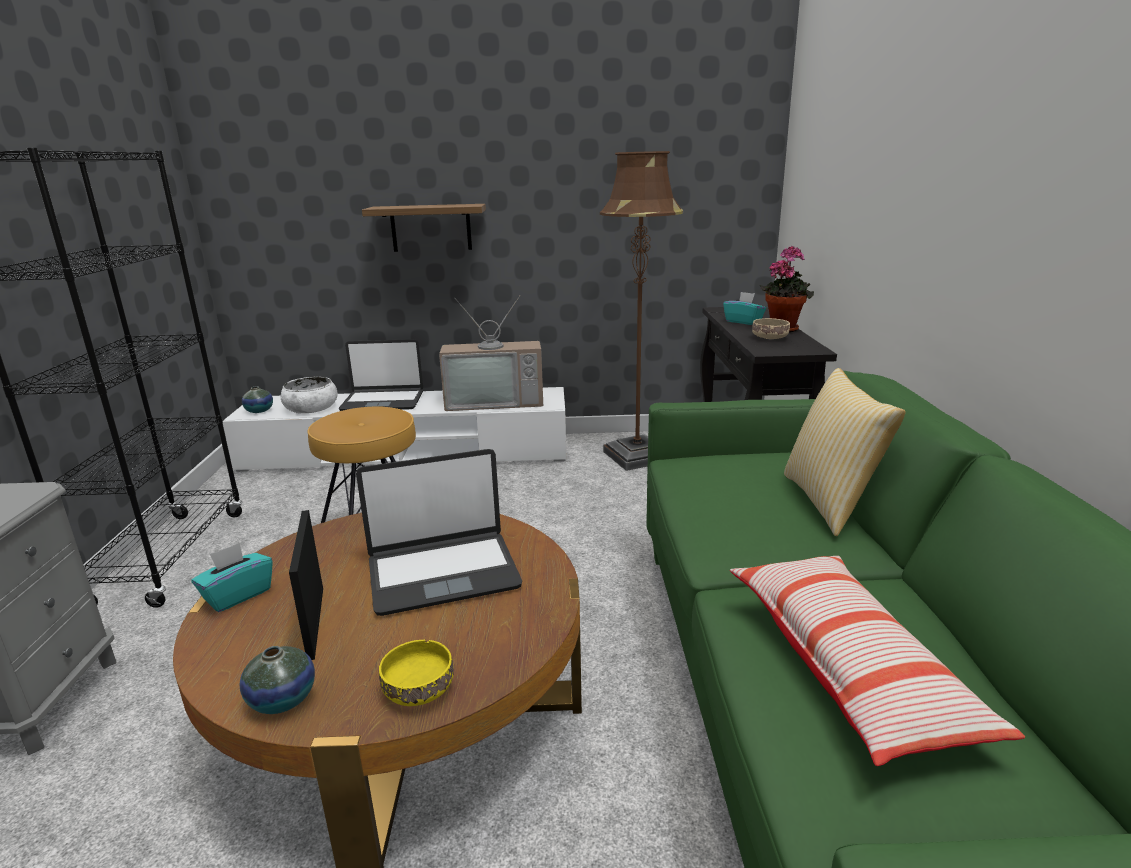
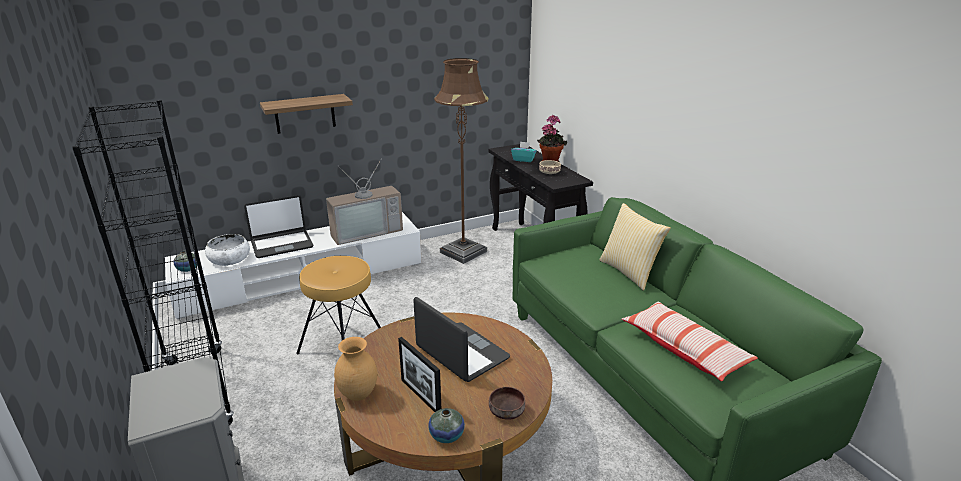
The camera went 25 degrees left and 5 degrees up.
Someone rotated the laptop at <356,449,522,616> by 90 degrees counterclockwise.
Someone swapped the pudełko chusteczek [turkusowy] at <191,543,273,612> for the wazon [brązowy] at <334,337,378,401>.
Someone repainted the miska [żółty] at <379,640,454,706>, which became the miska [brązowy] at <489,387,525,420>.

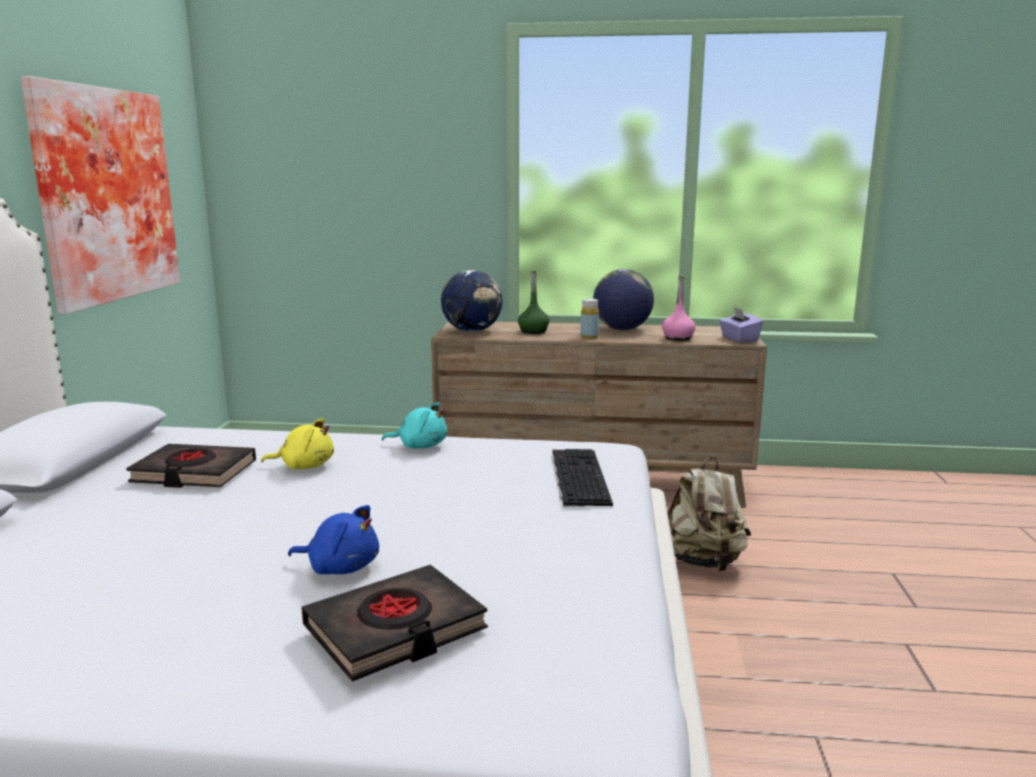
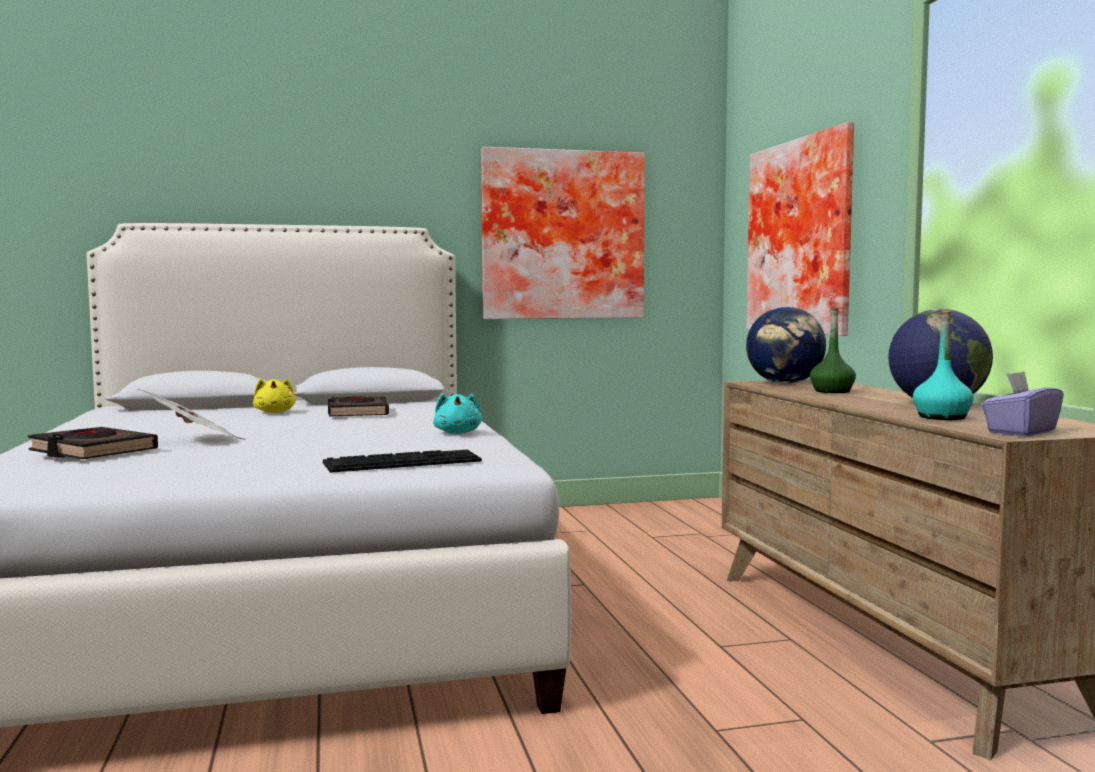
The camera went 70 degrees right and 10 degrees down.
Someone repainted the butelka [różowy] at <662,275,696,341>, which became the butelka [turkusowy] at <913,310,974,420>.
Someone took away the butelka [żółty] at <581,299,599,339>.
Someone carried the pluszak [żółty] from <261,418,334,469> to <253,378,296,413>.
Someone took away the plecak [beżowy] at <668,457,751,571>.
Someone swapped the pluszak [niebieski] at <288,505,379,574> for the gazeta at <137,389,246,440>.
Someone put up the obraz at <746,122,854,336>.

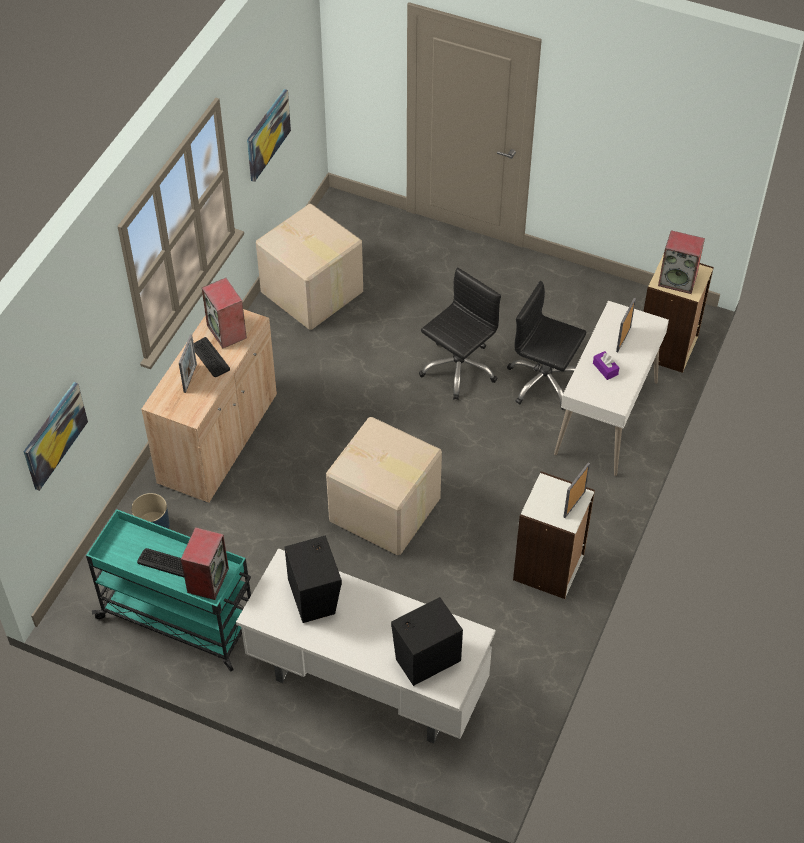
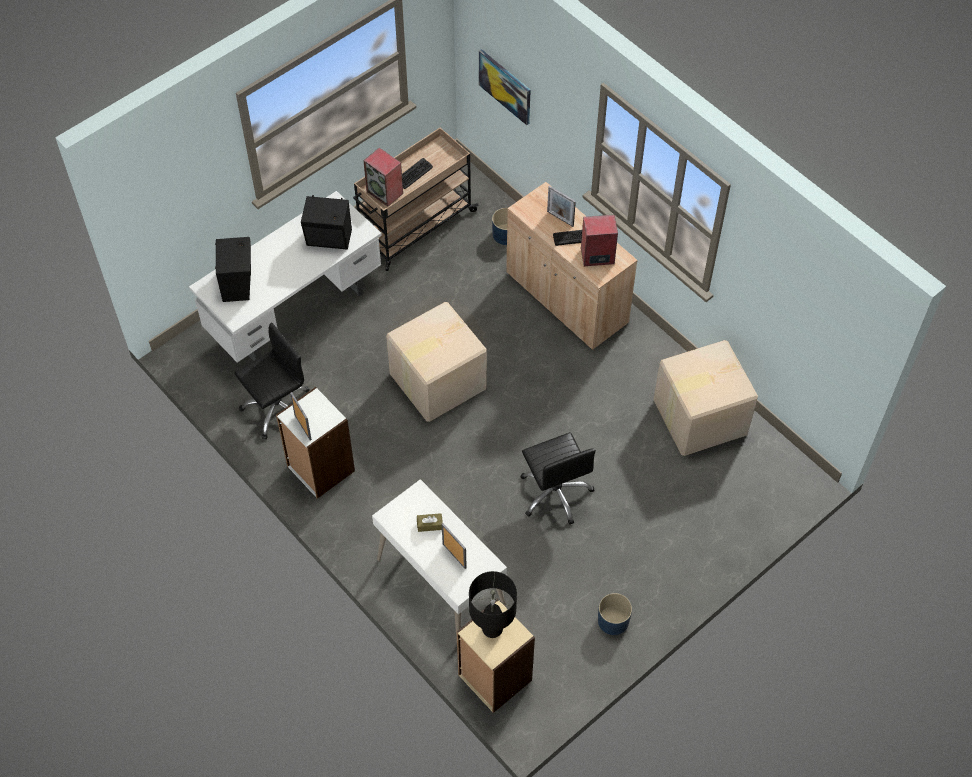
The camera went 115 degrees right and 5 degrees up.
Someone took away the obraz at <247,89,291,182>.
Someone swapped the głośnik at <658,230,705,294> for the lampa stołowa [czarny] at <469,571,517,638>.
Someone carried the krzesło biurowe [czarny] from <507,281,586,410> to <234,322,309,439>.
Someone repainted the pudełko chusteczek [fioletowy] at <593,351,619,380>, which became the pudełko chusteczek [brązowy] at <417,513,443,532>.
Someone repainted the wózek [turkusowy] at <86,509,251,671>, which became the wózek [beżowy] at <353,128,478,271>.
Someone put down the donica [niebieski] at <598,593,632,635>.

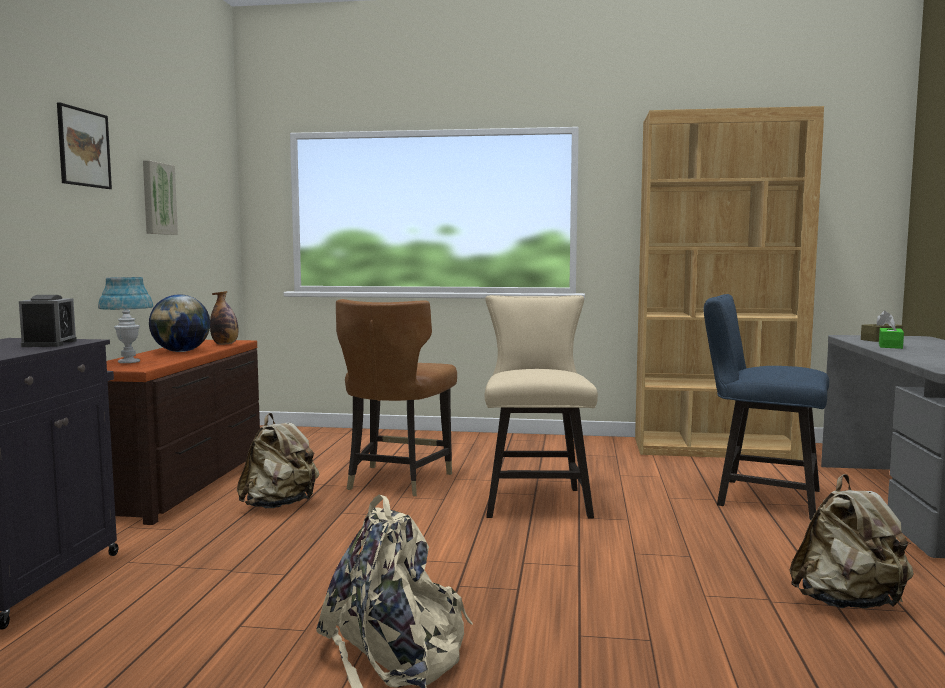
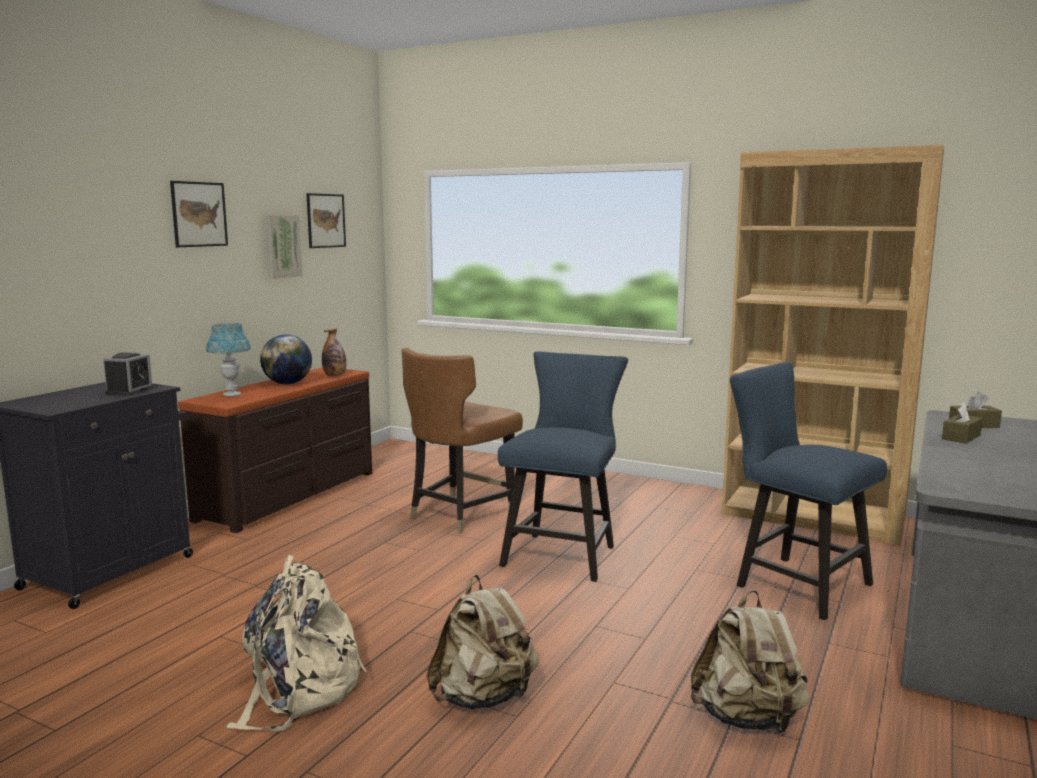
The camera went 20 degrees right and 5 degrees up.
Someone repainted the krzesło [beżowy] at <485,295,598,519>, which became the krzesło [niebieski] at <498,351,628,582>.
Someone repainted the pudełko chusteczek [zielony] at <879,314,904,349>, which became the pudełko chusteczek [brązowy] at <942,402,983,444>.
Someone carried the plecak [beżowy] from <237,413,320,509> to <426,575,538,709>.
Someone put up the obraz at <306,193,346,248>.

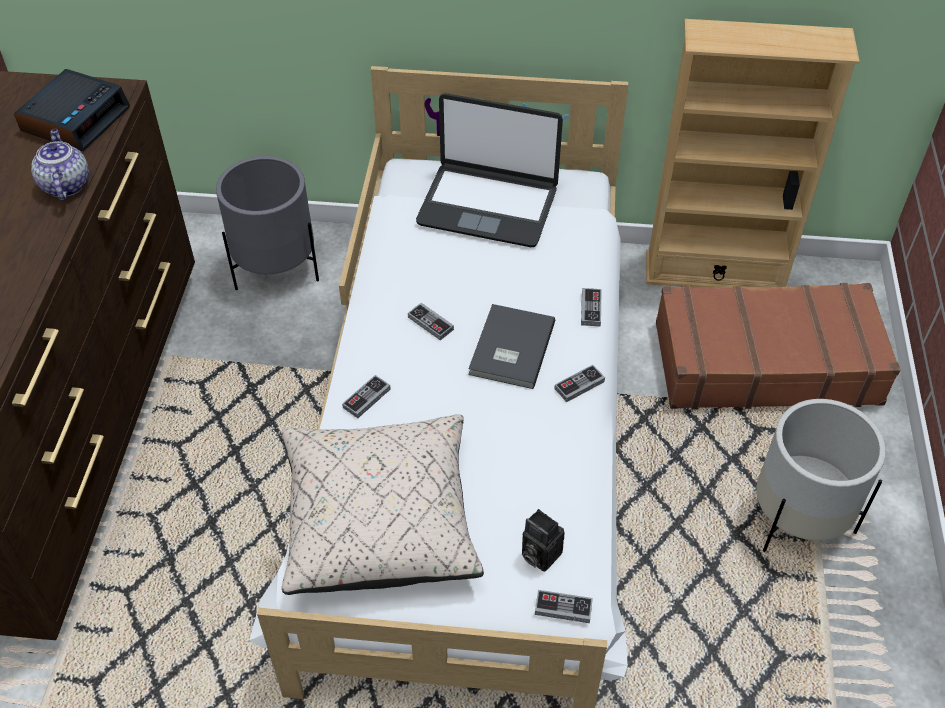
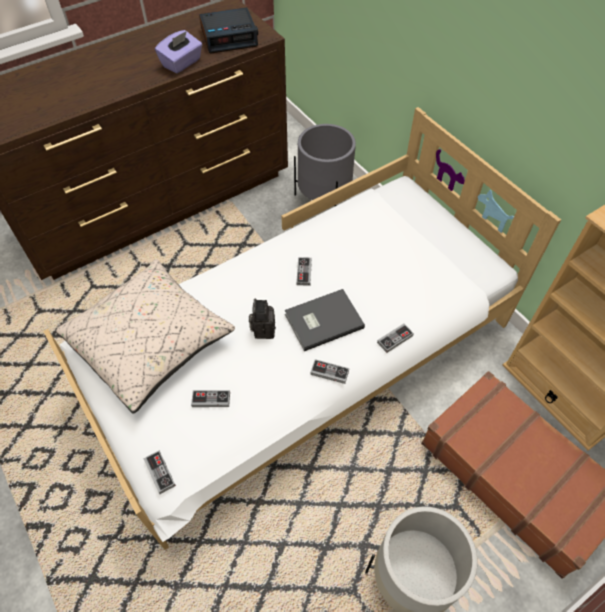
The camera went 50 degrees right and 5 degrees up.
Someone took away the laptop at <416,93,563,247>.
Someone swapped the imbryk at <31,129,89,201> for the pudełko chusteczek [fioletowy] at <155,30,202,73>.
Someone carried the pad do gier from <342,375,391,418> to <191,390,230,407>.
Someone carried the aparat fotograficzny from <522,509,564,572> to <249,299,276,339>.

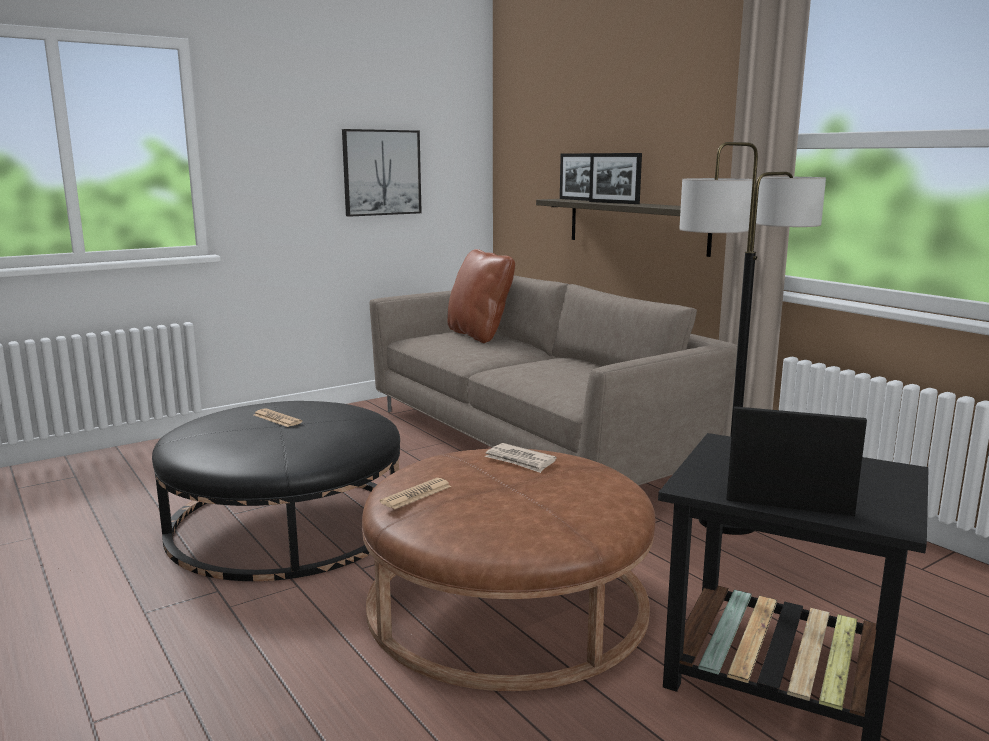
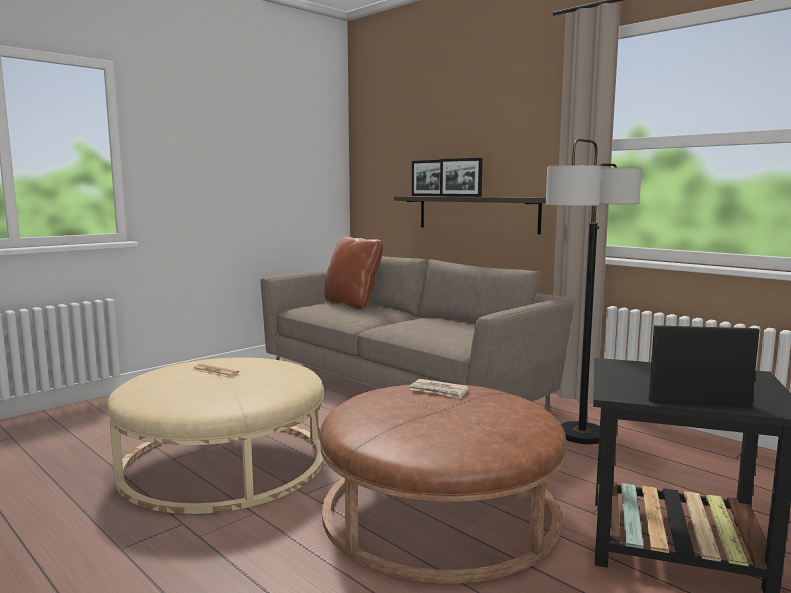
The camera went 10 degrees left and 5 degrees down.
Someone took away the obraz at <342,129,422,217>.
Someone repainted the pufa [czarny] at <152,401,400,581>, which became the pufa [beżowy] at <107,358,324,514>.
Someone took away the gazeta at <380,478,451,509>.

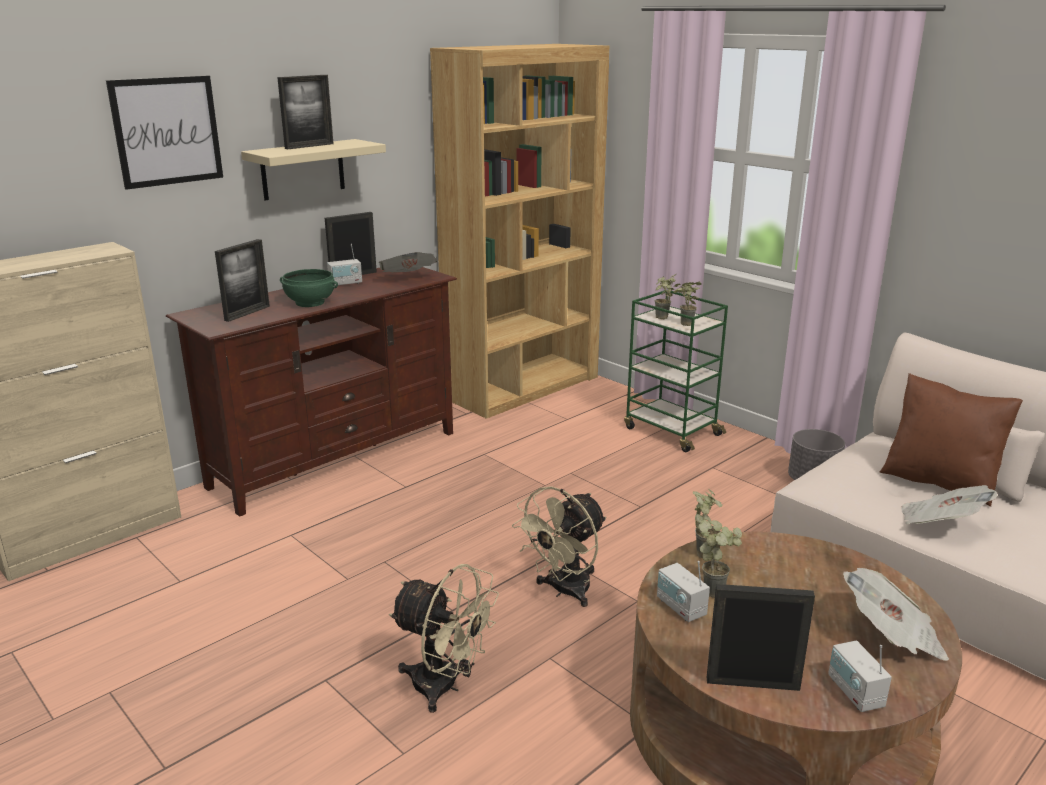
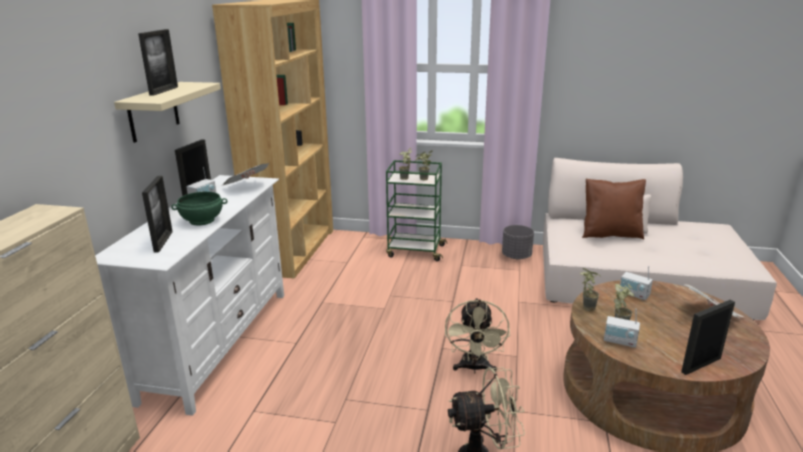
The camera went 35 degrees left and 0 degrees up.
Someone took away the obraz at <106,76,223,190>.
Someone repainted the szafka pod telewizor [brązowy] at <166,267,457,517>, which became the szafka pod telewizor [biały] at <95,175,284,416>.
Someone took away the gazeta at <901,485,997,524>.
Someone carried the radio from <828,641,892,712> to <620,266,653,300>.

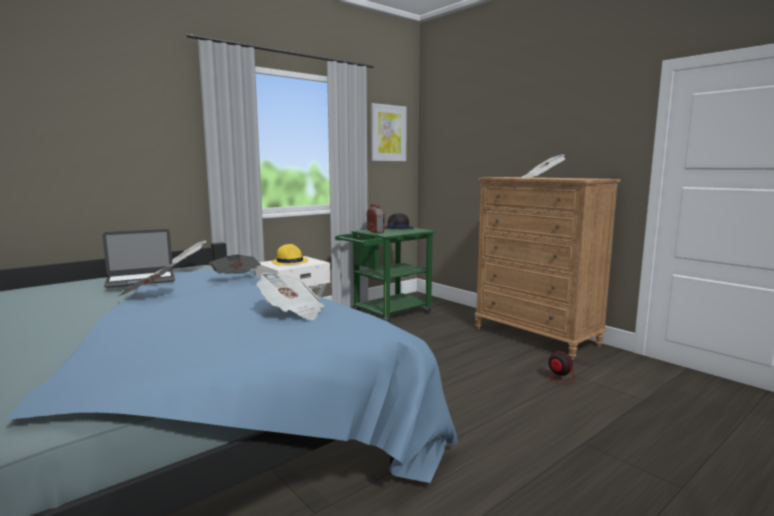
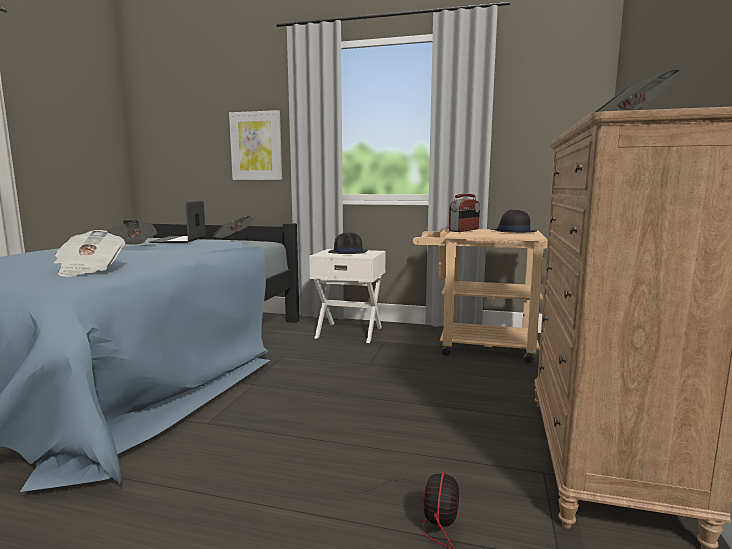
The camera went 55 degrees right and 0 degrees up.
Someone carried the obraz from <371,103,407,161> to <229,110,282,180>.
Someone repainted the wózek [zielony] at <335,228,436,323>, which became the wózek [beżowy] at <413,229,548,363>.
Someone rotated the laptop at <102,229,175,288> by 60 degrees clockwise.
Someone repainted the kapelusz [żółty] at <272,244,308,265>, which became the kapelusz [czarny] at <329,233,368,254>.
Someone took away the gazeta at <209,255,260,274>.

